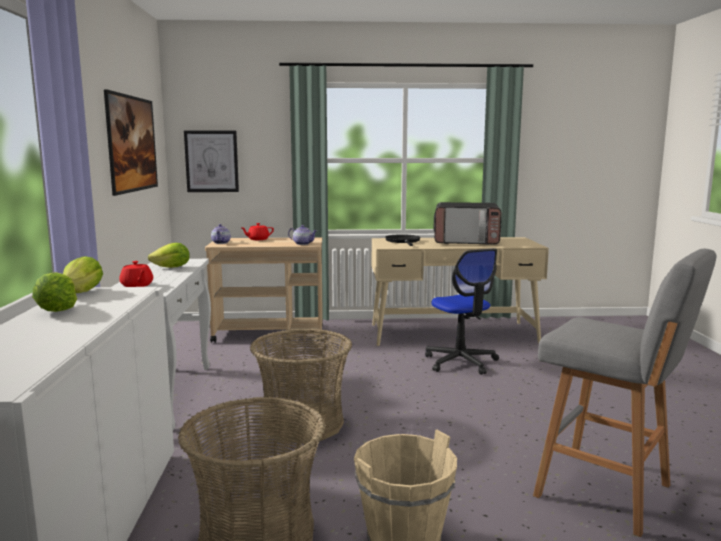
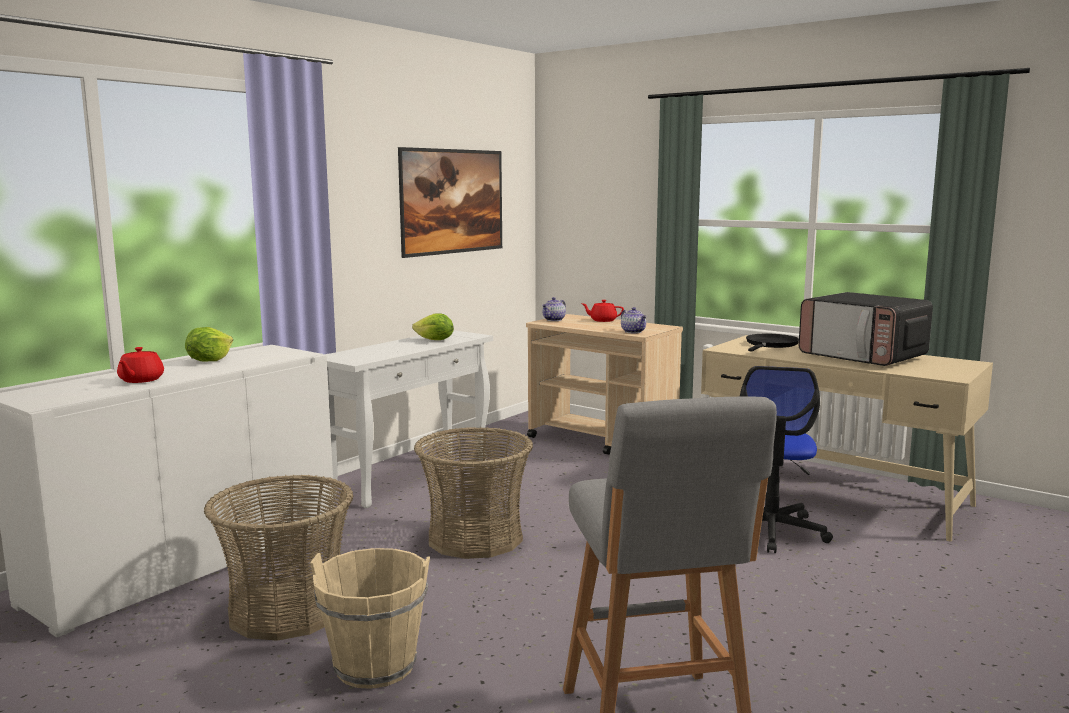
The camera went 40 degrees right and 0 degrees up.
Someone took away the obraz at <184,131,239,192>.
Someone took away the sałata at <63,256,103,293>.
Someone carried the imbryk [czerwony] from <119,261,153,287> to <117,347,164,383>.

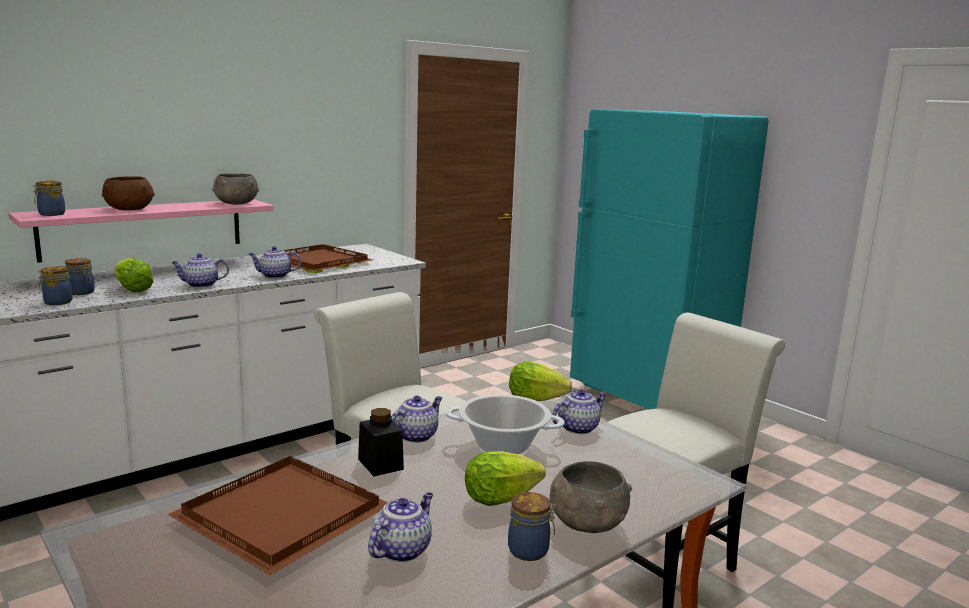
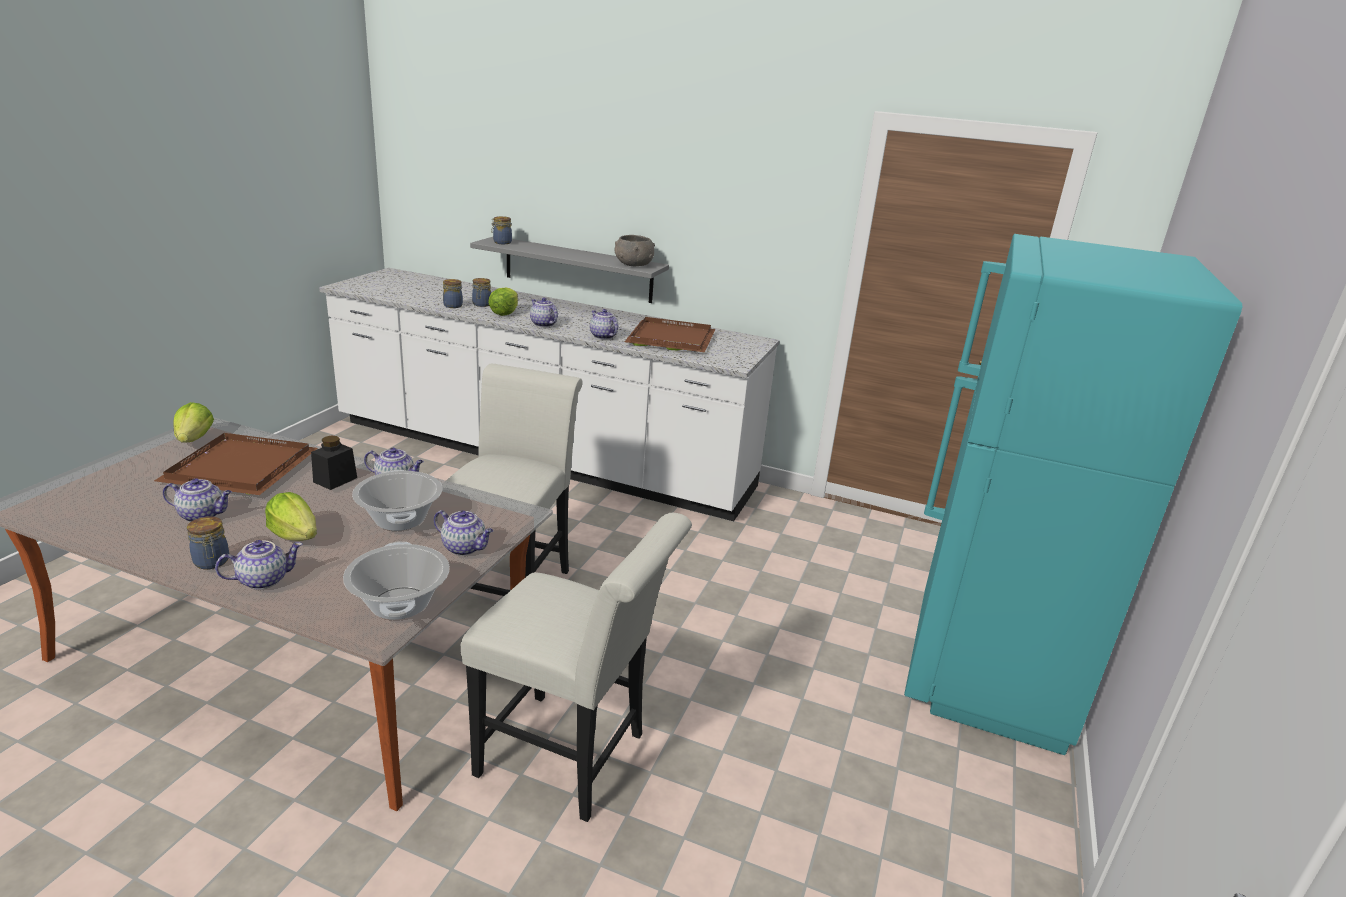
The camera went 60 degrees right and 10 degrees up.
Someone took away the miska [brązowy] at <102,176,155,210>.
Someone repainted the półka [różowy] at <9,199,274,263>, which became the półka [szary] at <470,237,669,303>.
Someone carried the sałata from <509,361,572,401> to <173,402,214,443>.
Someone swapped the miska [szary] at <550,461,632,533> for the imbryk at <215,540,303,590>.
Someone put down the garnek at <343,541,450,620>.

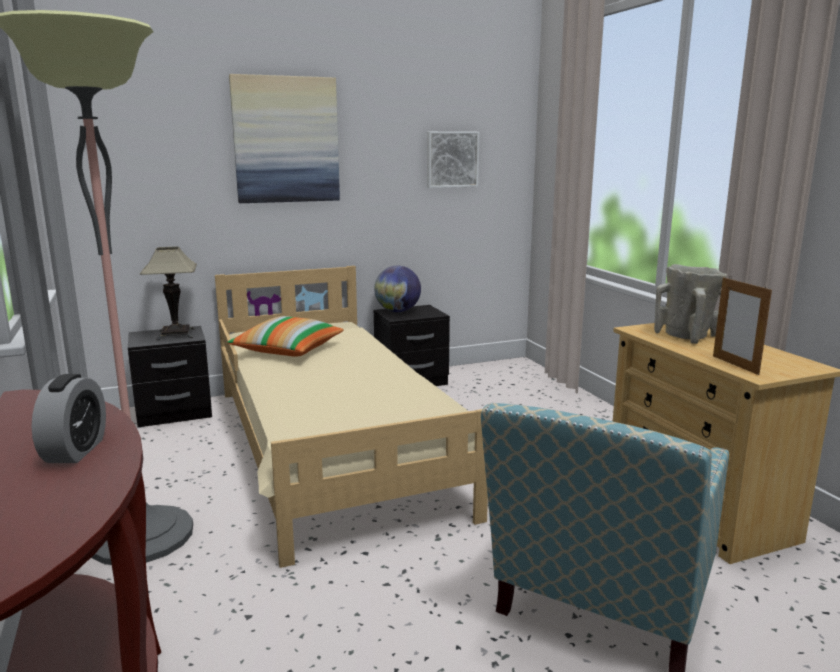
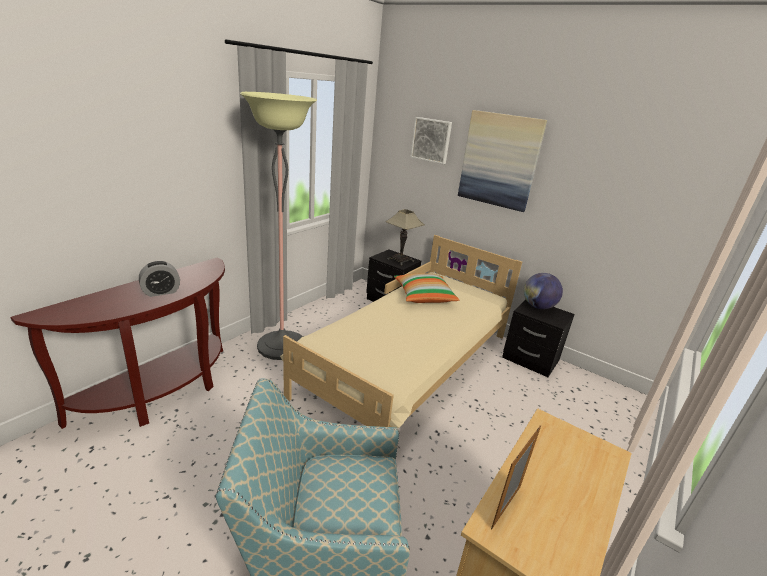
The camera went 55 degrees right and 10 degrees up.
Someone carried the obraz from <427,131,479,188> to <411,117,452,164>.
Someone took away the wazon [beżowy] at <654,264,727,344>.

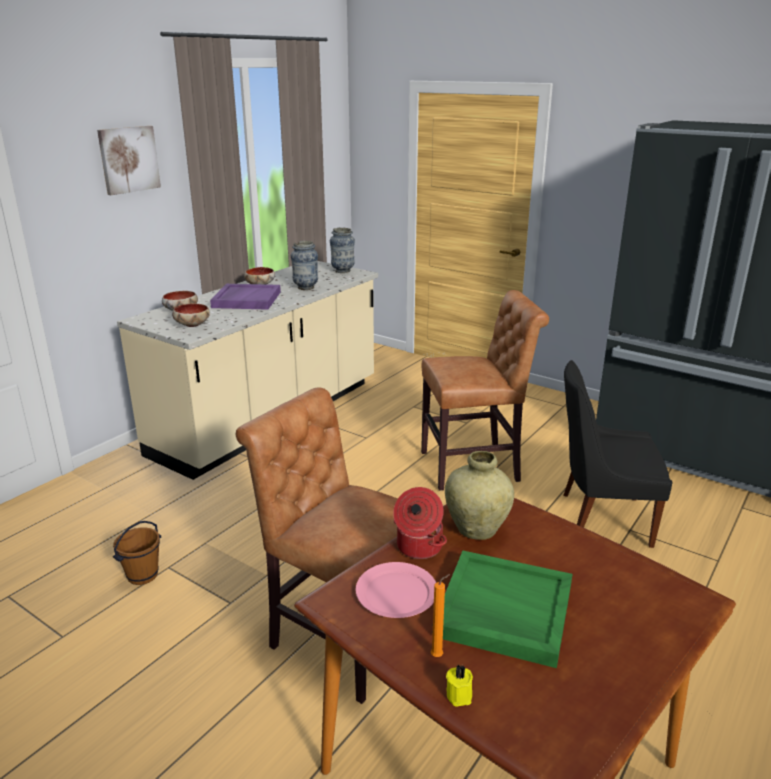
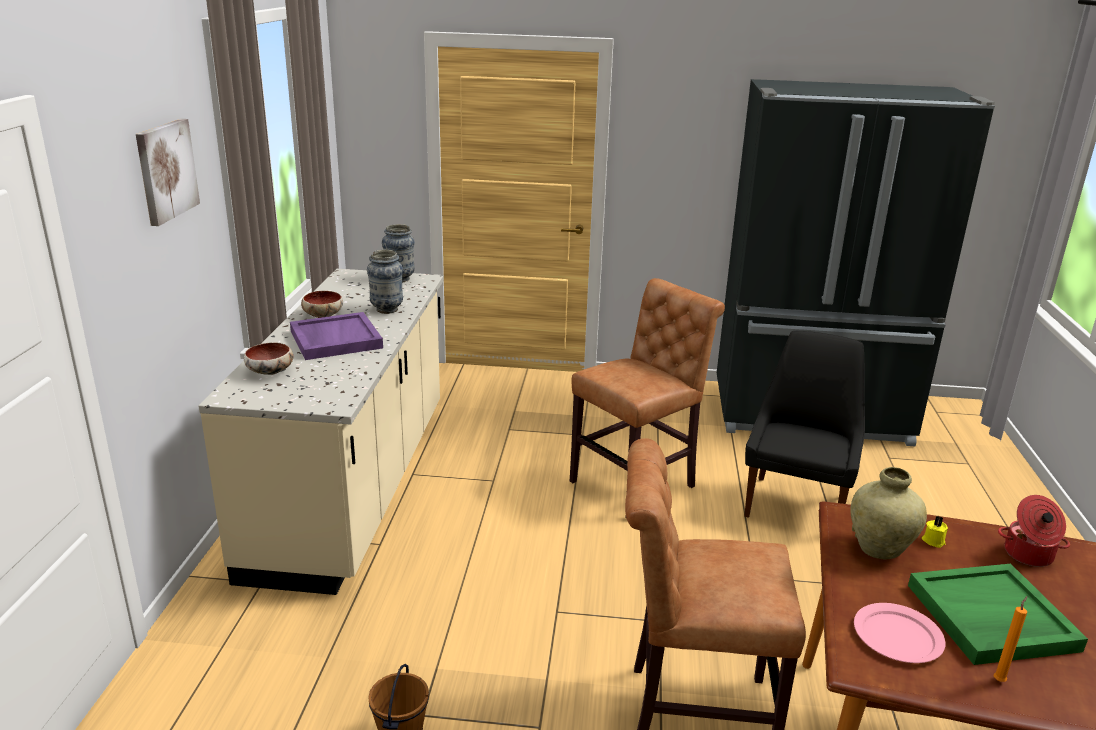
The camera went 30 degrees left and 0 degrees up.
Someone took away the miska at <172,303,210,327>.
Someone rotated the krzesło [czarny] at <563,360,672,548> by 135 degrees clockwise.
Someone carried the garnek from <393,487,447,559> to <998,495,1070,567>.
Someone carried the świeca [żółty] from <446,665,473,707> to <922,516,948,548>.

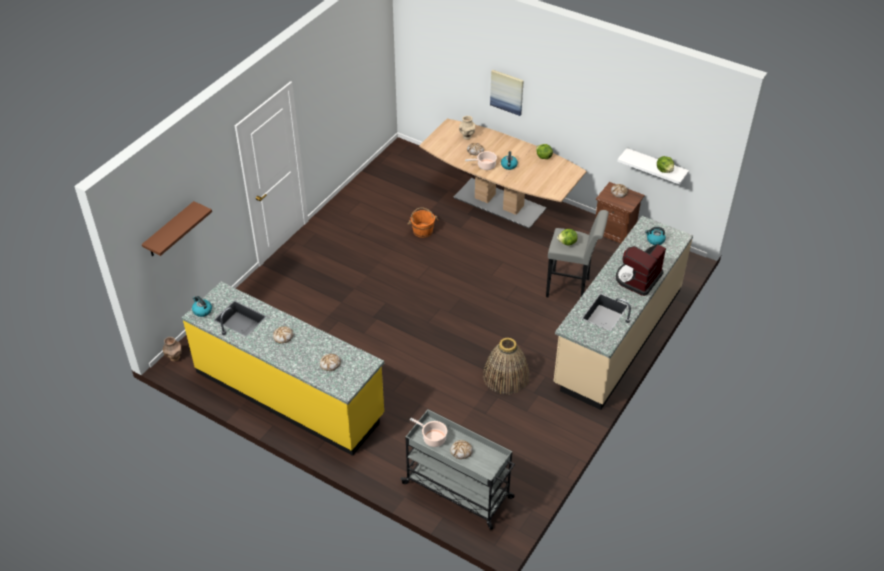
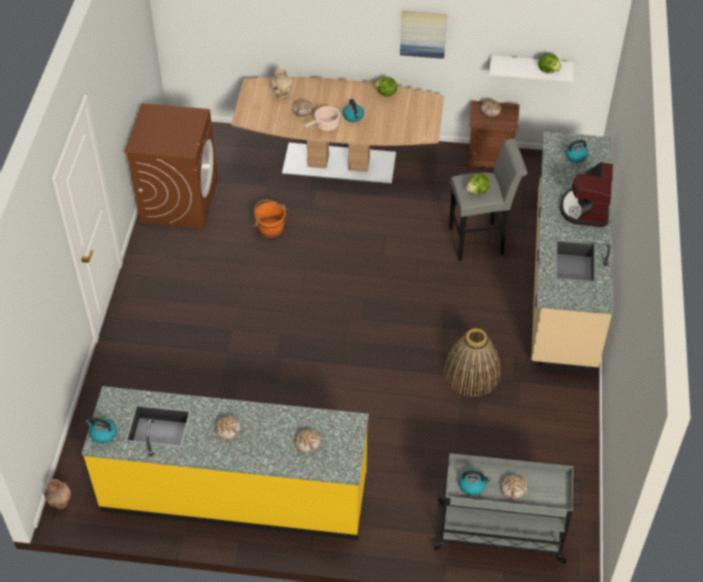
The camera went 25 degrees left and 5 degrees up.
Someone carried the obraz from <490,70,524,116> to <400,11,447,59>.
Someone took away the półka [brązowy] at <142,201,212,256>.
Someone swapped the garnek at <410,418,447,447> for the czajnik at <459,470,491,496>.
Someone put down the pralka [brązowy] at <124,103,218,228>.

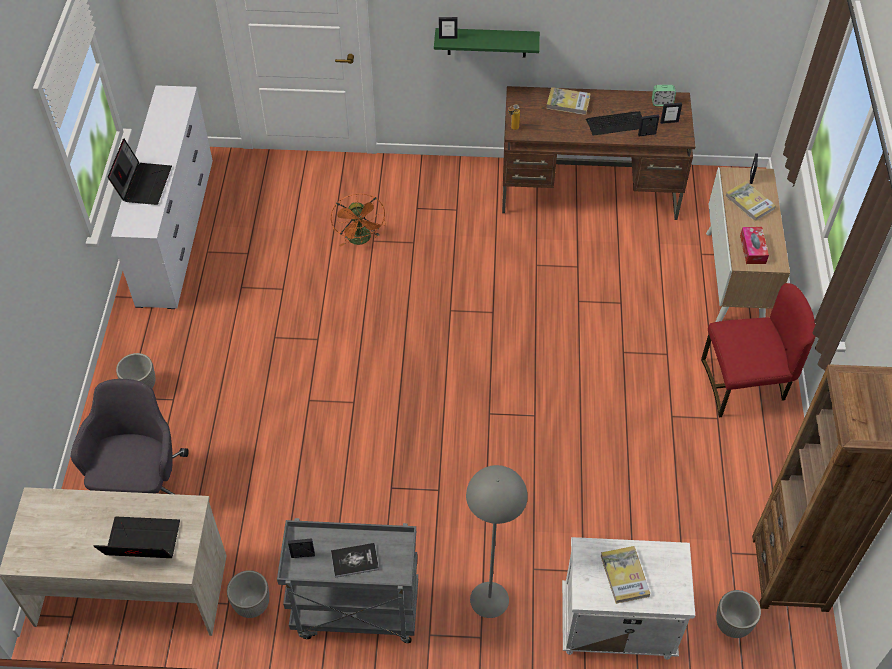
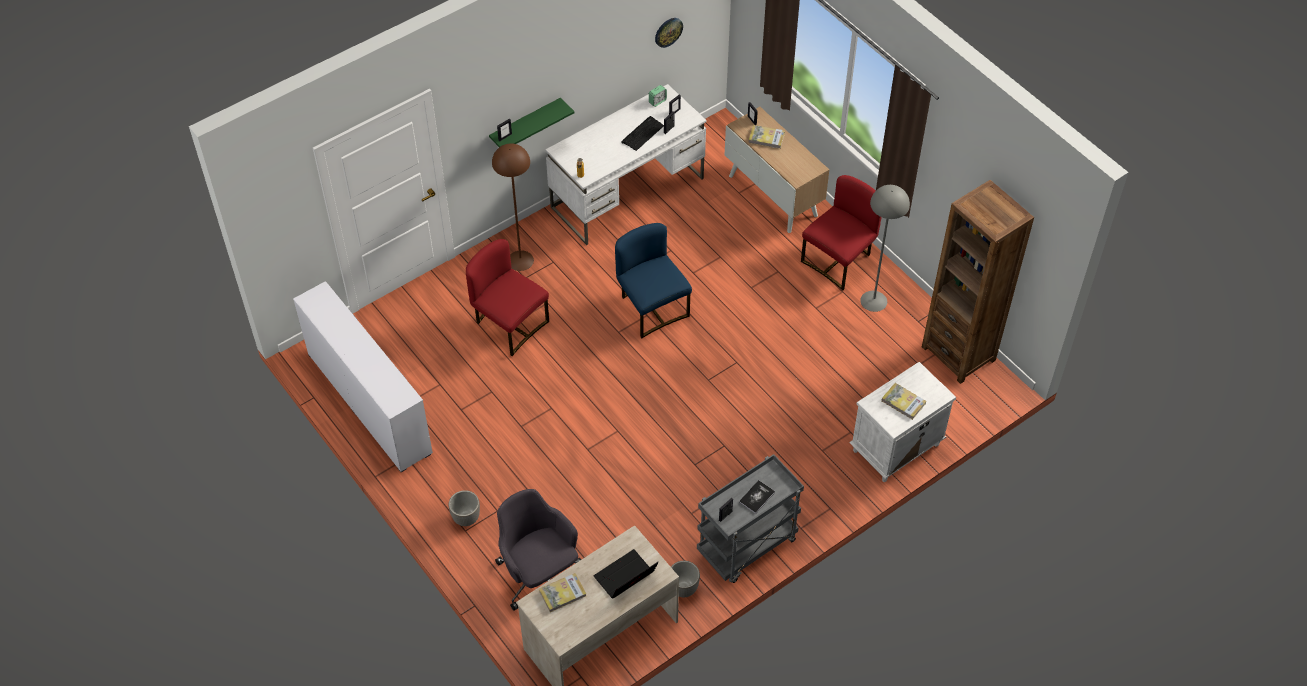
The camera went 40 degrees left and 0 degrees up.
Someone repainted the biurko [brązowy] at <502,86,695,220>, which became the biurko [biały] at <545,84,706,245>.
Someone carried the książka from <546,87,591,115> to <539,573,586,612>.
Someone took away the laptop at <108,139,172,205>.
Someone swapped the wentylator [pomarańczowy] at <331,194,385,247> for the krzesło [czerwony] at <466,239,549,356>.
Someone took away the pudełko chusteczek at <740,227,769,264>.
Someone carried the lampa stojąca [szary] from <466,465,528,618> to <860,185,910,312>.
Someone took away the donica at <716,590,761,638>.
Someone put up the zegar ścienny at <655,18,683,48>.
Someone put down the lampa stojąca [brązowy] at <492,143,534,271>.
Someone put down the krzesło [niebieski] at <615,223,692,338>.

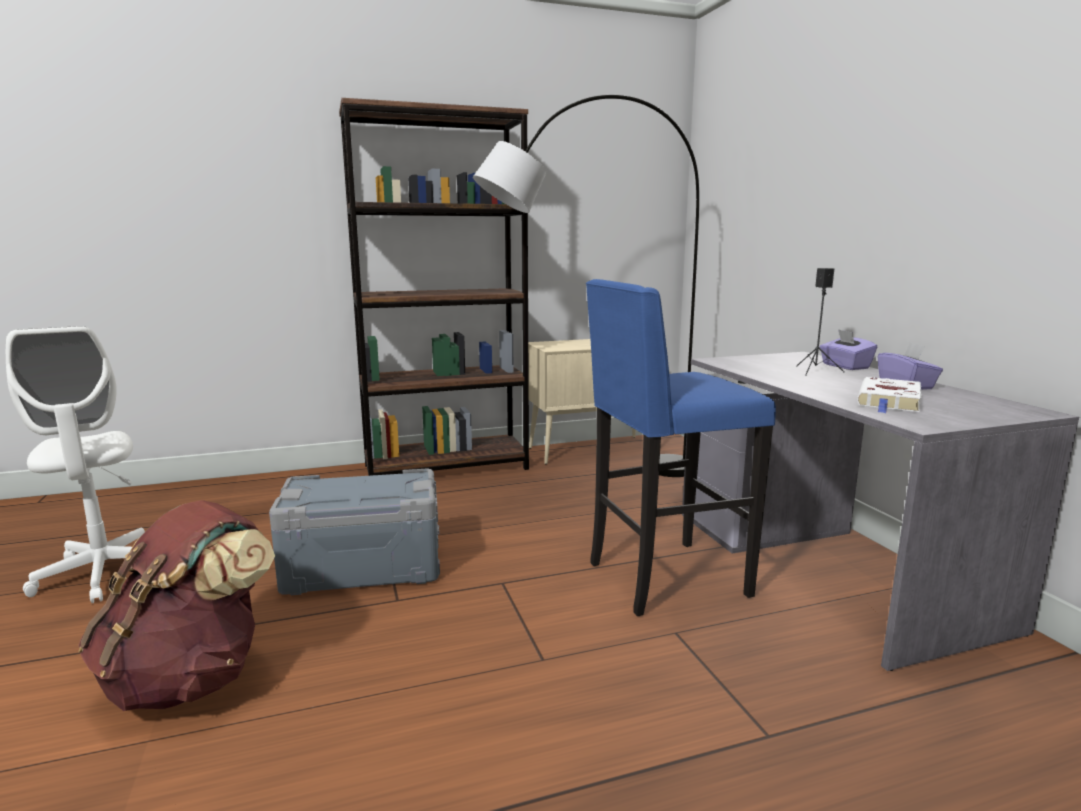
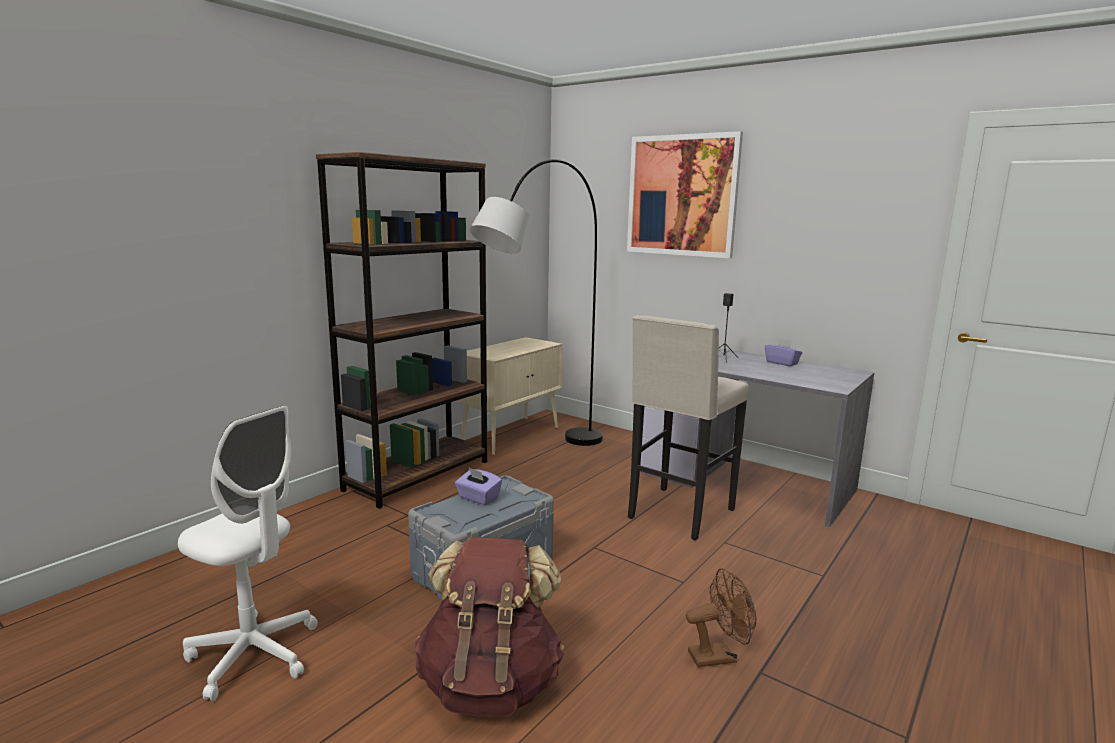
The camera went 35 degrees left and 0 degrees up.
Someone repainted the stołek [niebieski] at <586,279,776,616>, which became the stołek [beżowy] at <628,315,749,540>.
Someone carried the pudełko chusteczek [fioletowy] from <820,329,877,370> to <455,468,502,505>.
Someone took away the książka [biały] at <857,377,922,413>.
Someone put up the obraz at <627,131,743,258>.
Someone put down the wentylator [brązowy] at <686,568,756,667>.

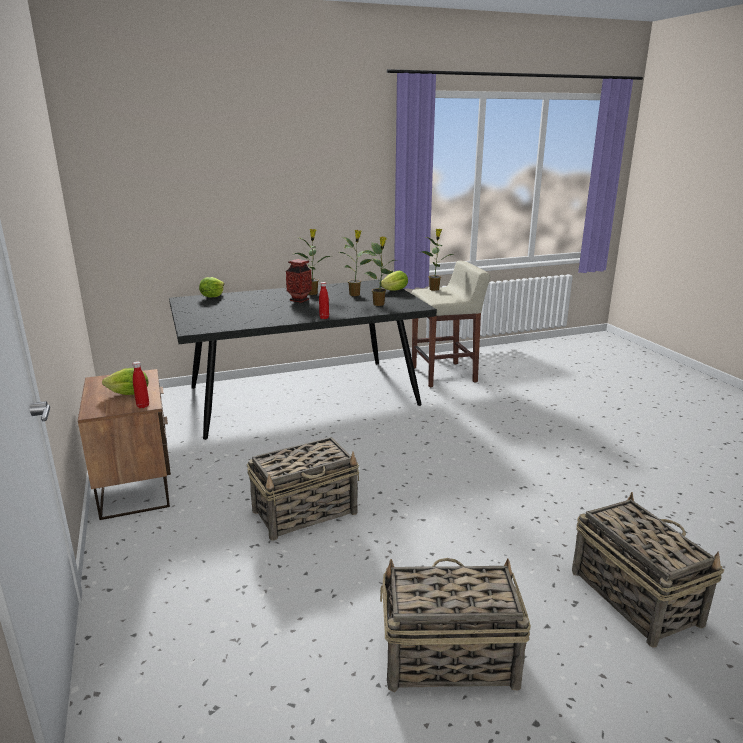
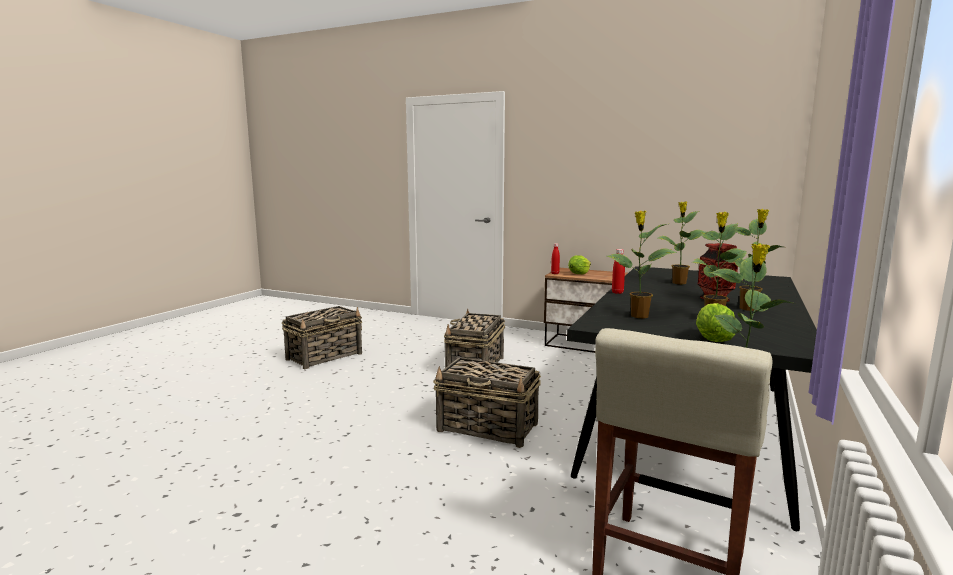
The camera went 135 degrees right and 10 degrees down.
Someone took away the sałata at <199,277,224,297>.
Someone carried the koszyk from <572,492,724,648> to <433,357,541,448>.
Someone put down the roślina doniczkowa at <658,202,706,284>.

